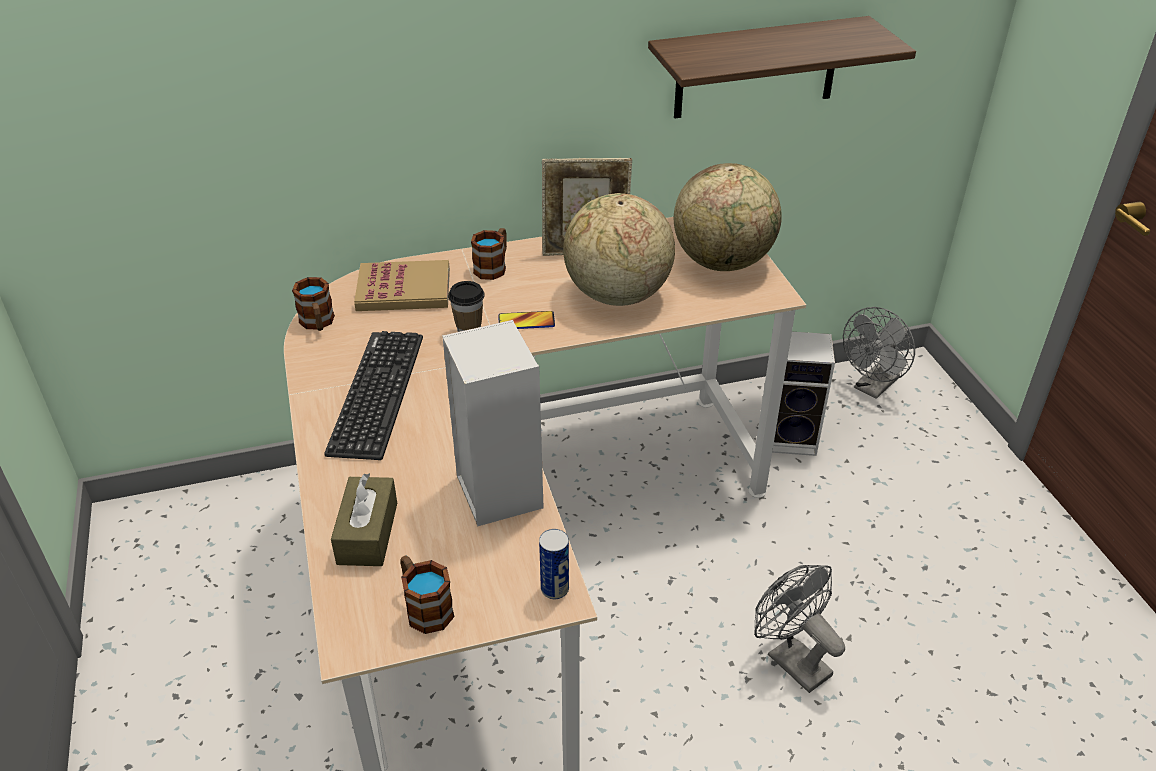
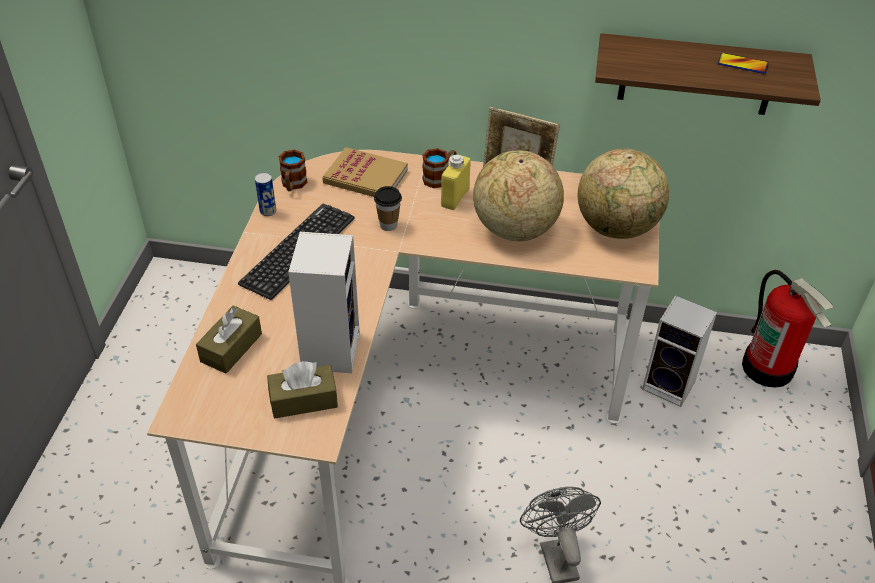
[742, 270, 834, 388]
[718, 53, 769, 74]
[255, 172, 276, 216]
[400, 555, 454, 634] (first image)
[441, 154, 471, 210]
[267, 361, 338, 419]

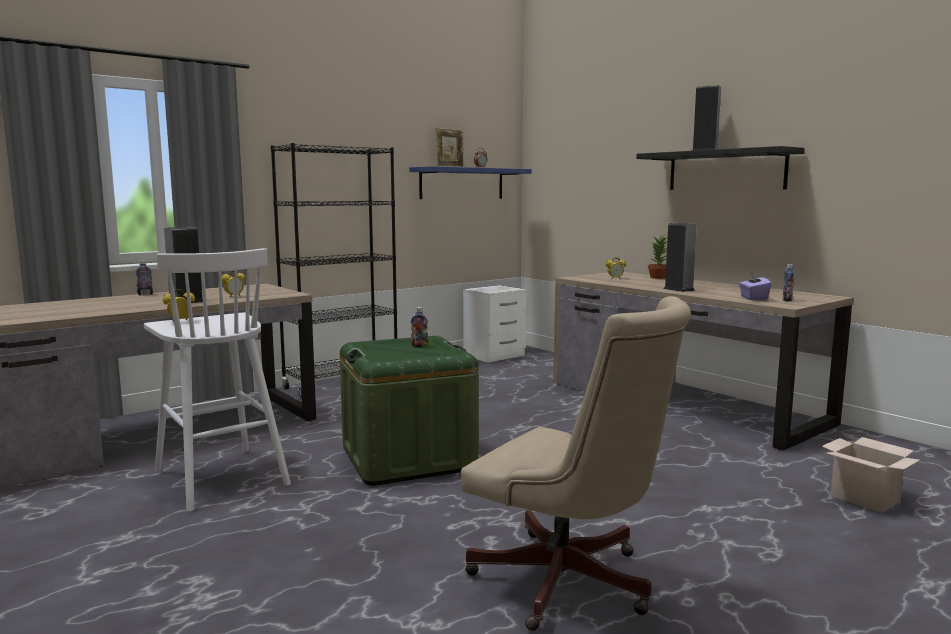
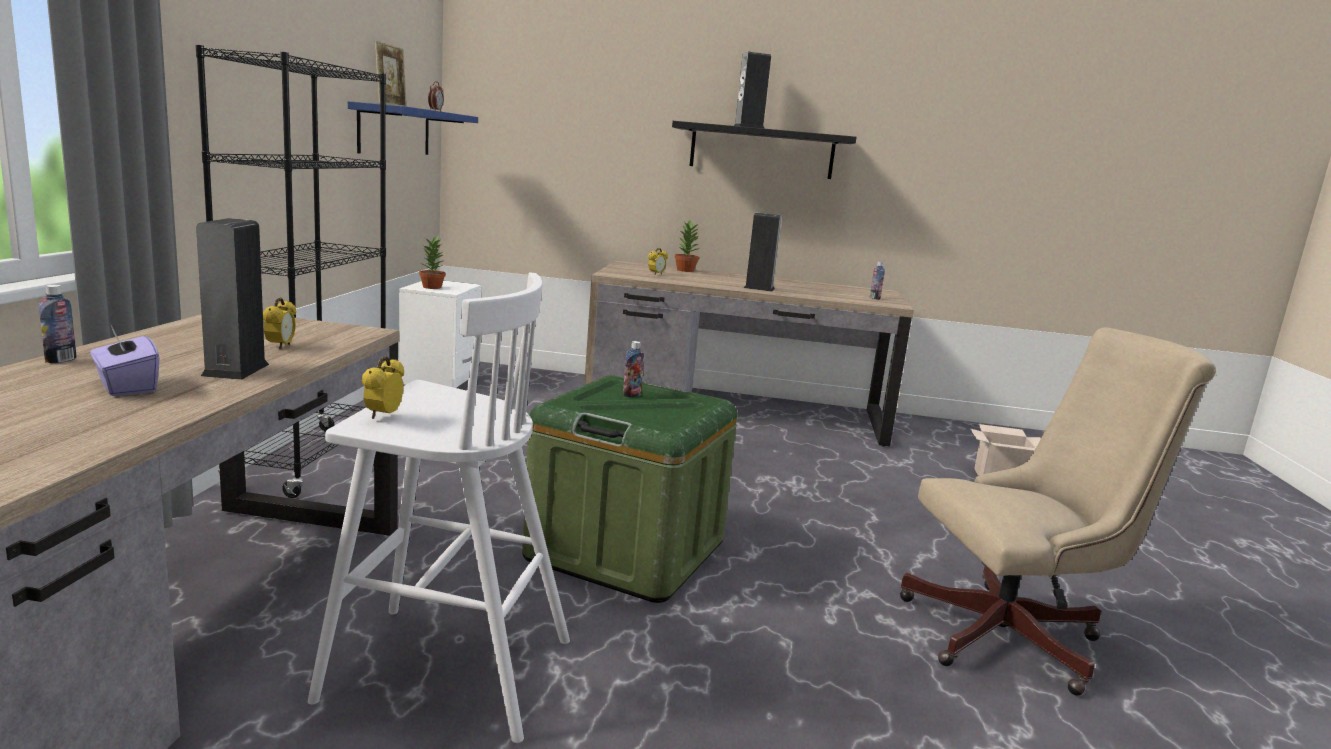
[90, 325, 159, 396]
[419, 235, 445, 289]

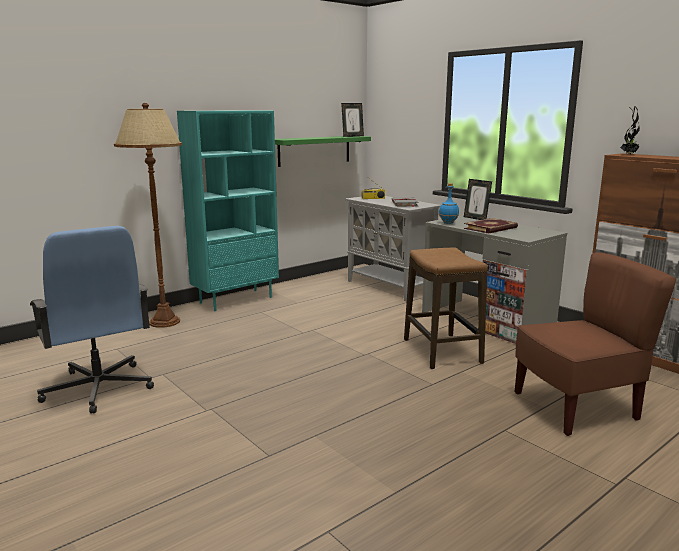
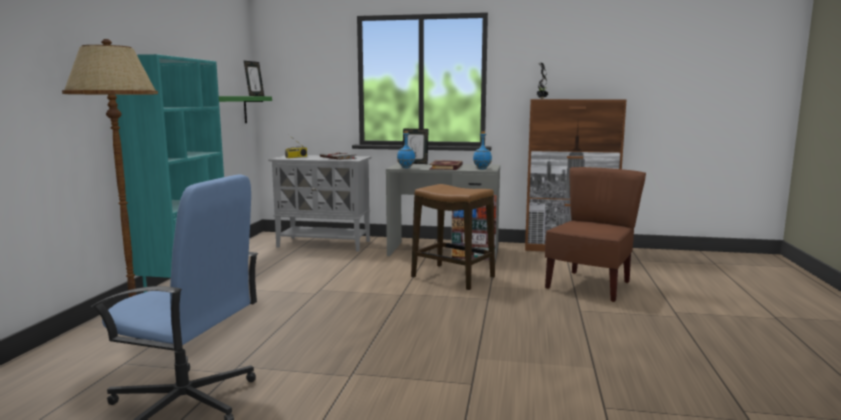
[473, 131, 492, 169]

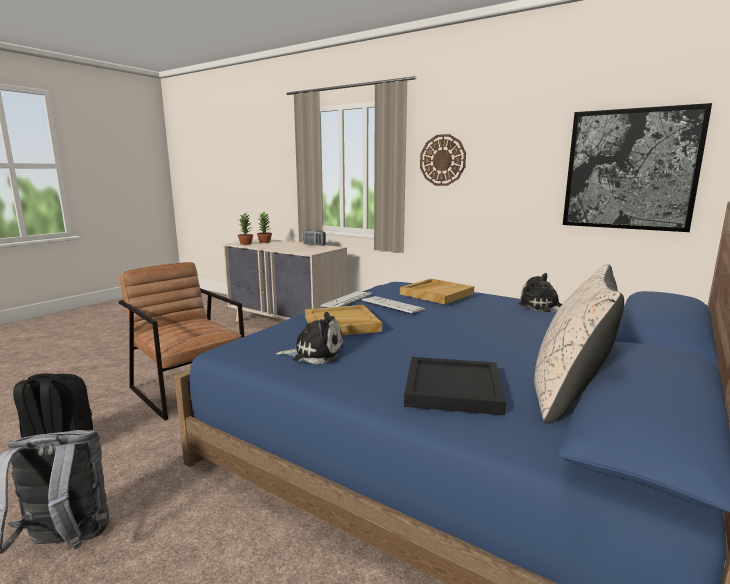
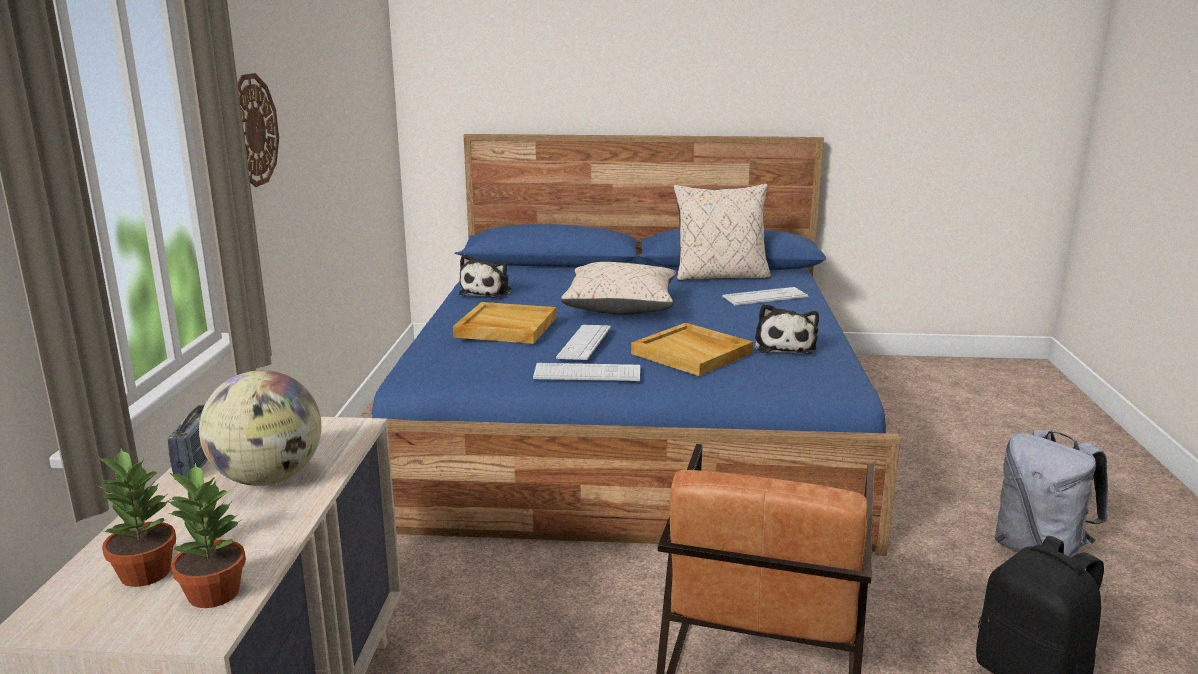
[563, 103, 712, 232] (first image)
[755, 304, 819, 354]
[722, 287, 809, 305]
[561, 262, 676, 315]
[199, 370, 321, 486]

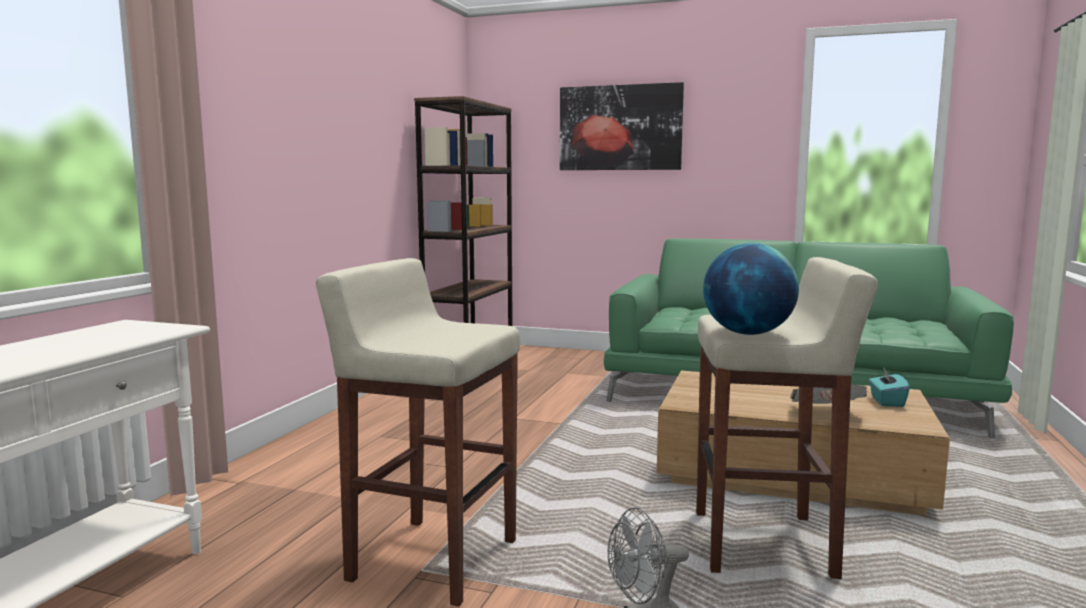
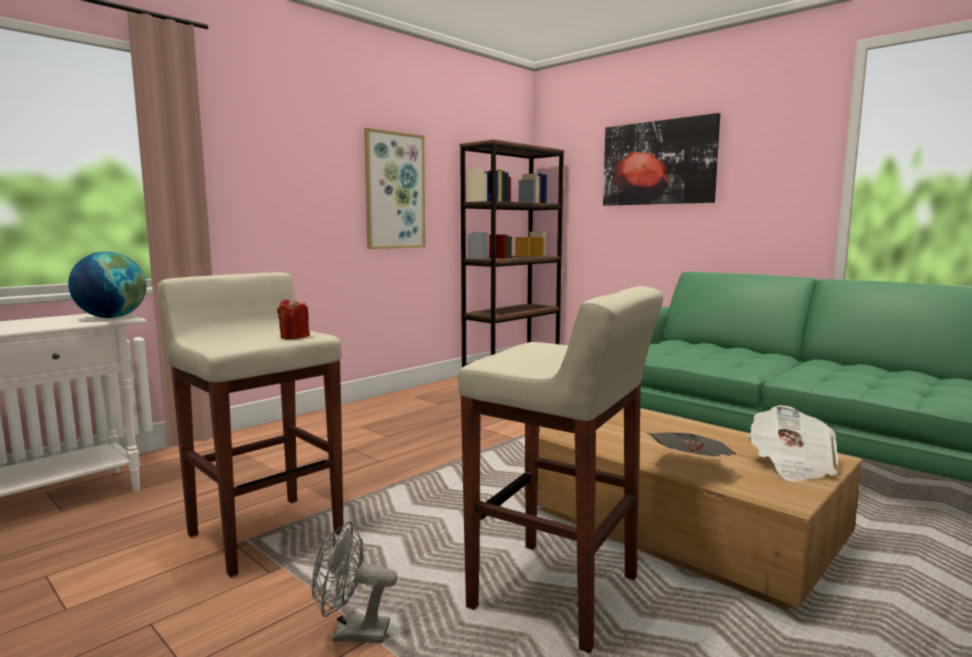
[68, 252, 147, 318]
[749, 405, 838, 482]
[364, 128, 425, 249]
[277, 297, 310, 339]

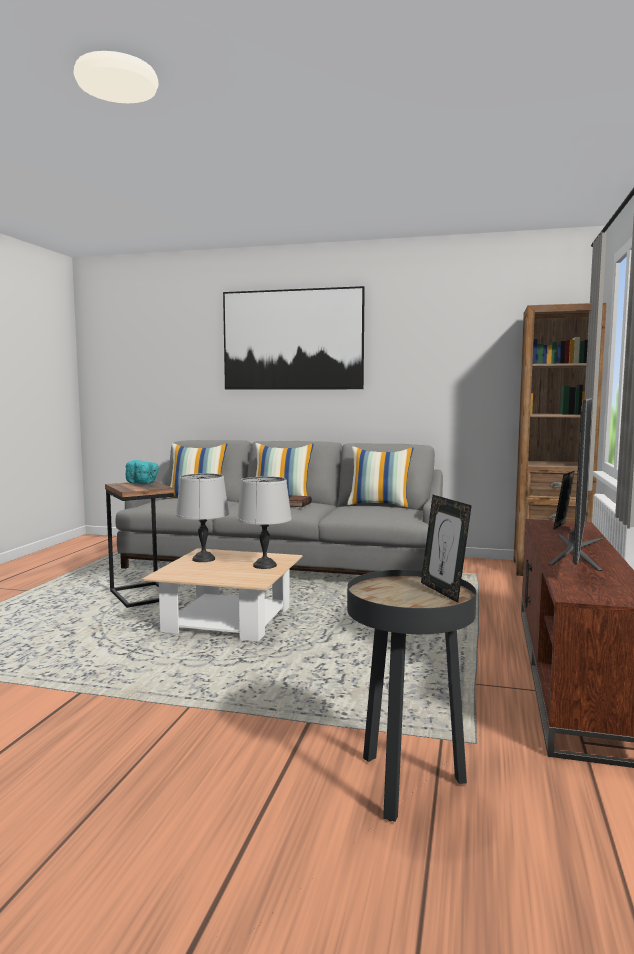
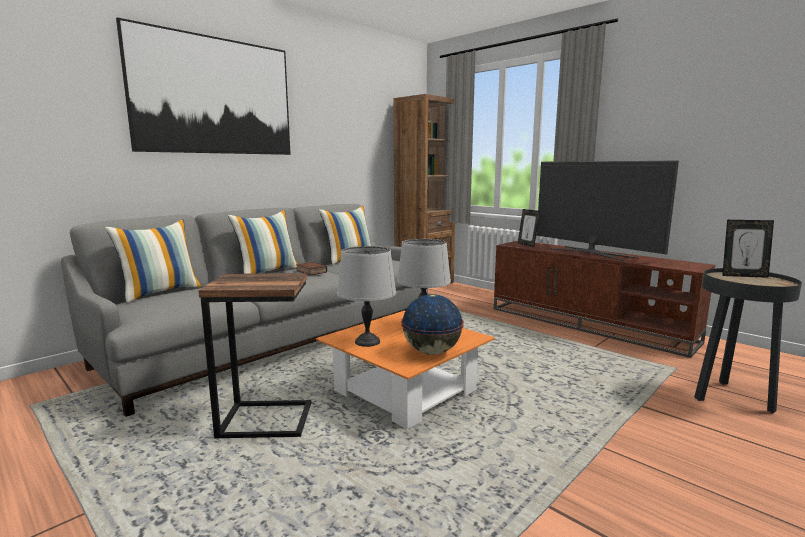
[125, 460, 159, 484] (first image)
[316, 311, 495, 429]
[401, 294, 464, 355]

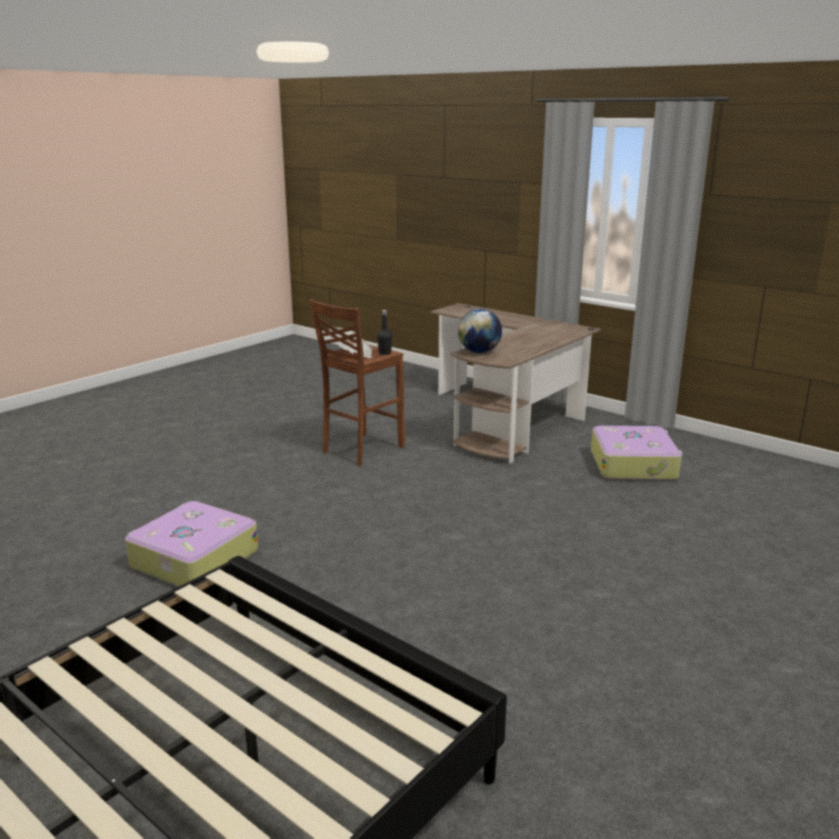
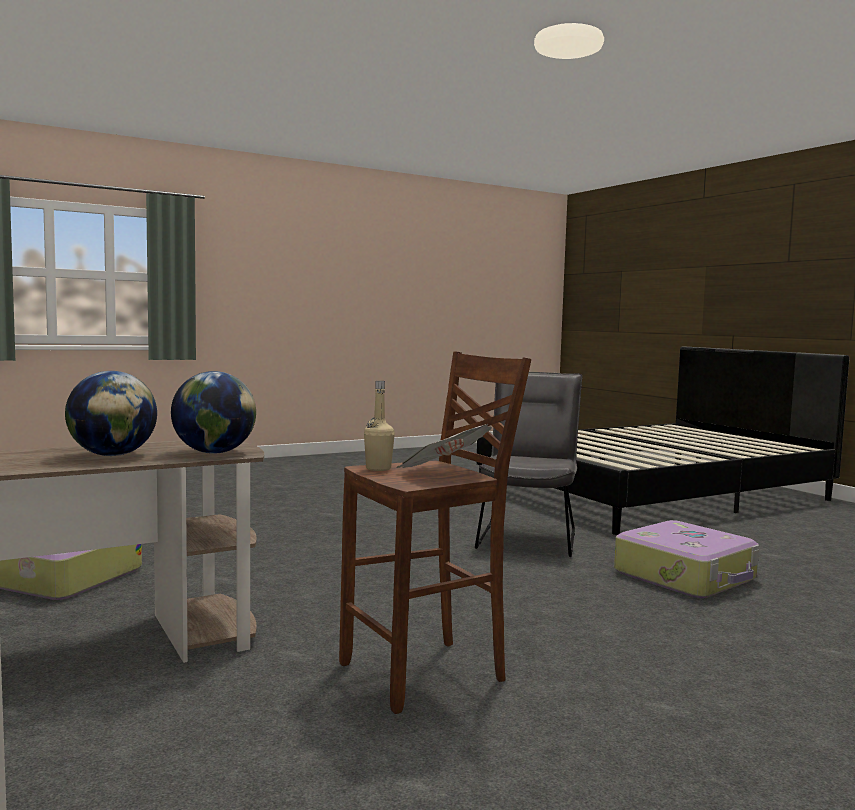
[364, 381, 395, 471]
[65, 371, 157, 456]
[475, 372, 583, 557]

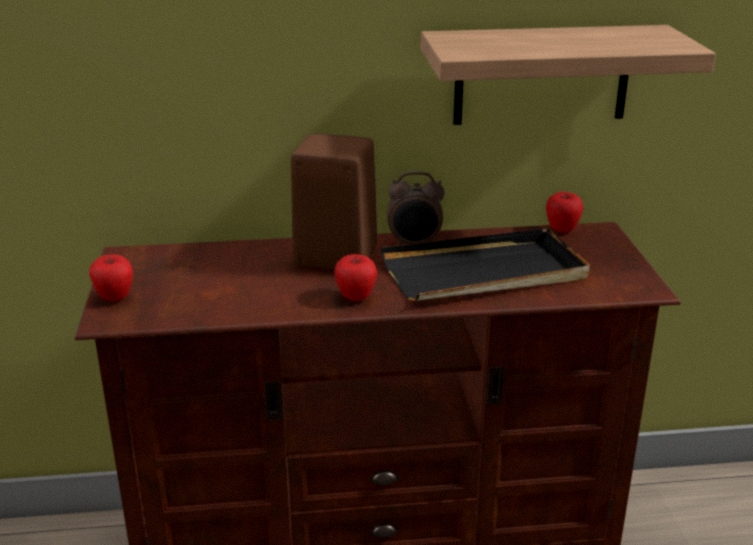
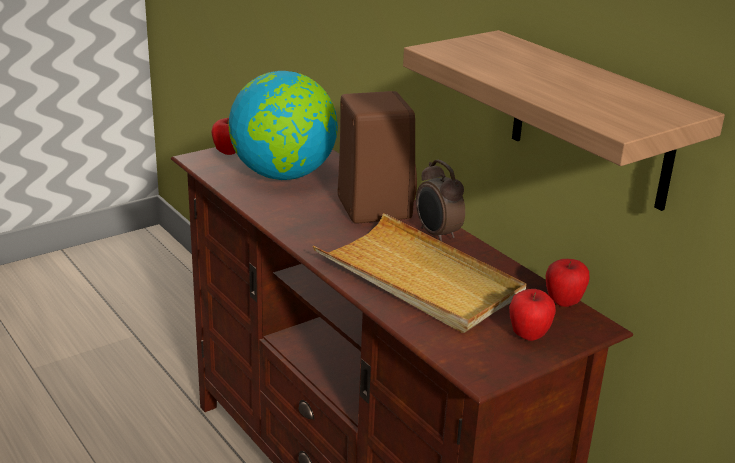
[313, 213, 526, 333]
[509, 289, 556, 341]
[228, 71, 338, 180]

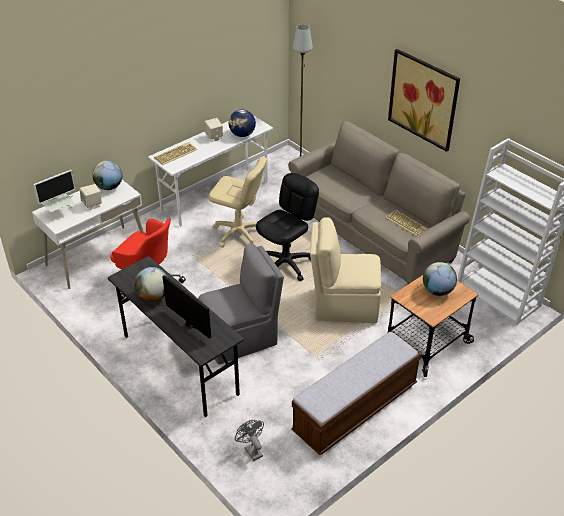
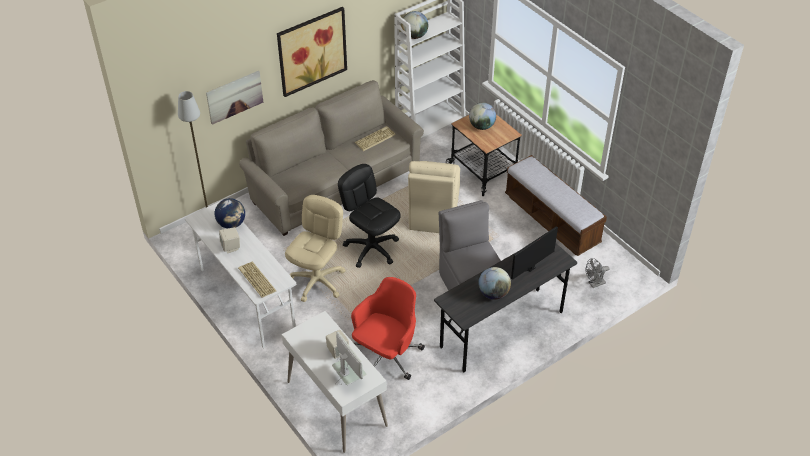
[401, 11, 428, 39]
[206, 71, 263, 125]

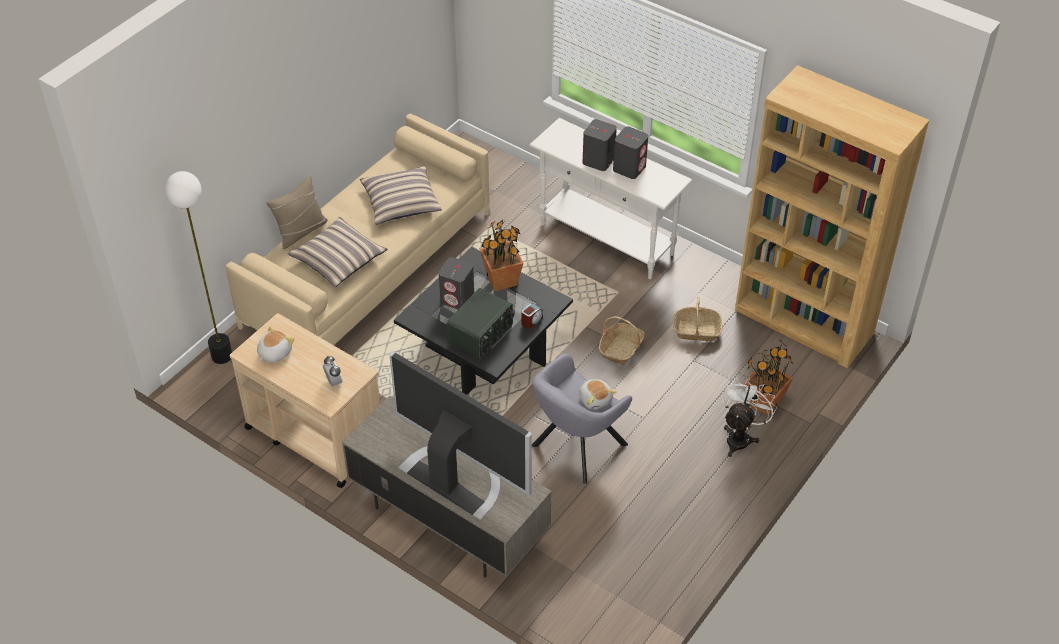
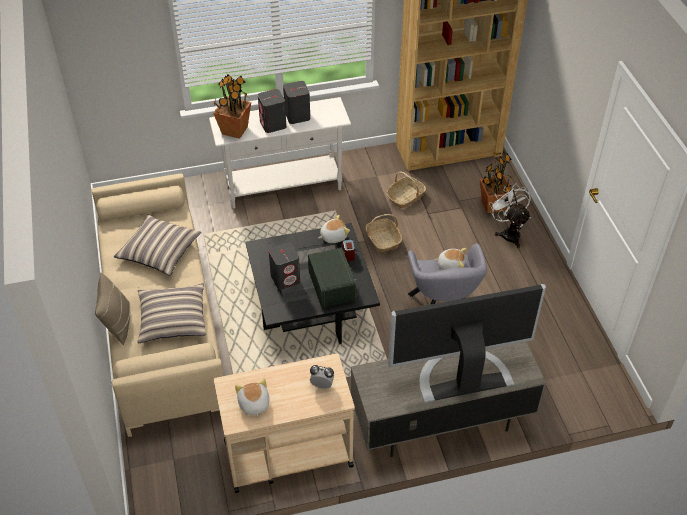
[165, 171, 232, 364] (first image)
[213, 74, 251, 139]
[319, 215, 350, 243]

